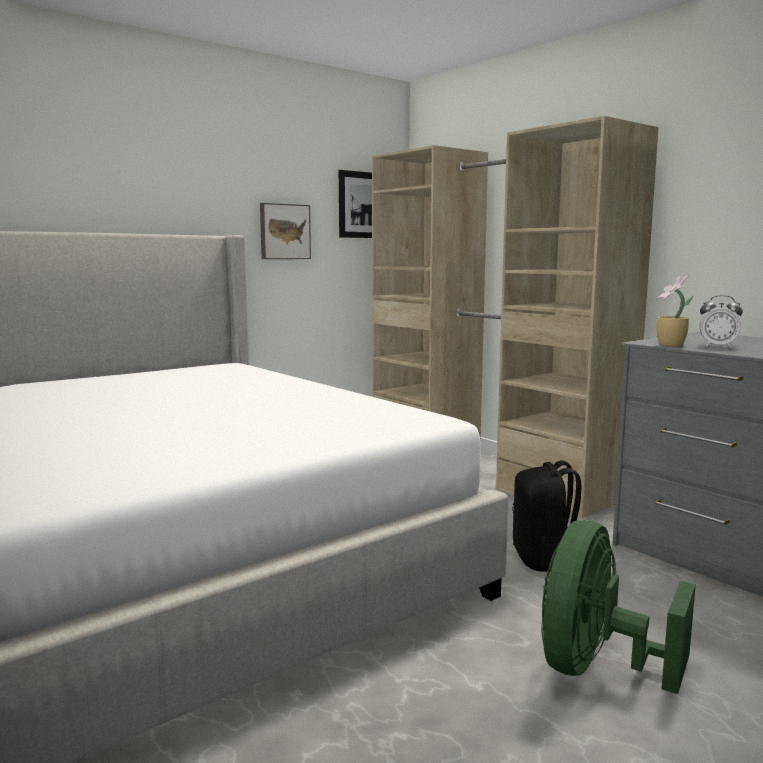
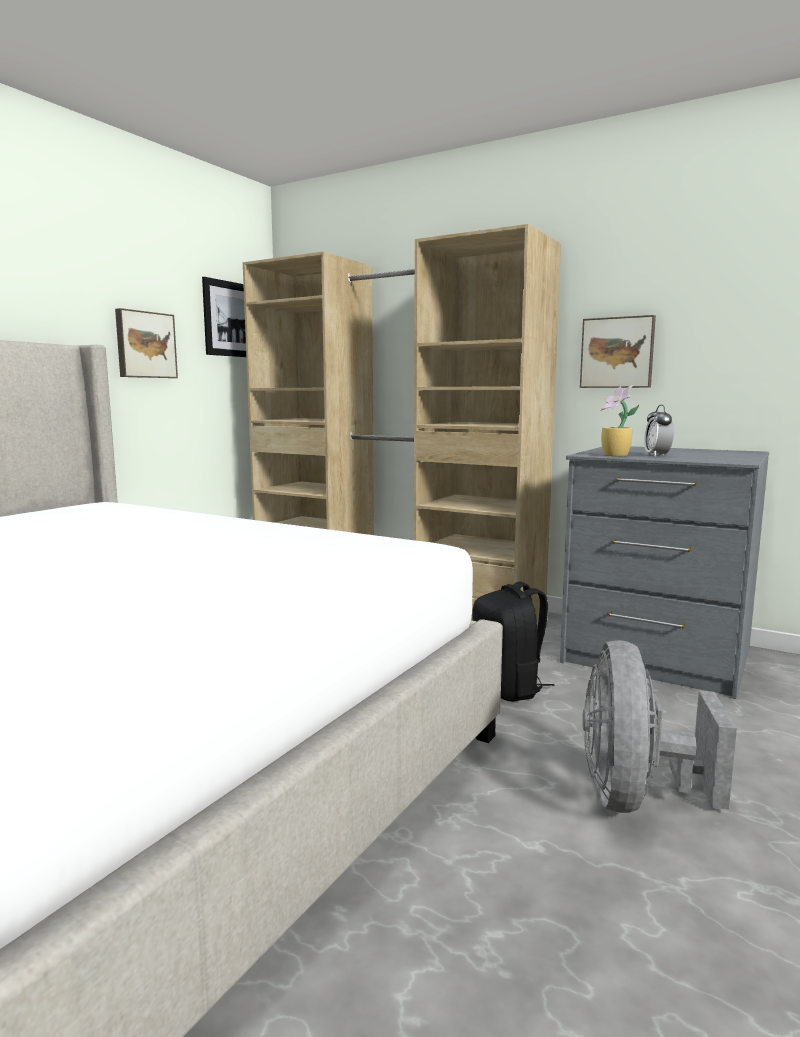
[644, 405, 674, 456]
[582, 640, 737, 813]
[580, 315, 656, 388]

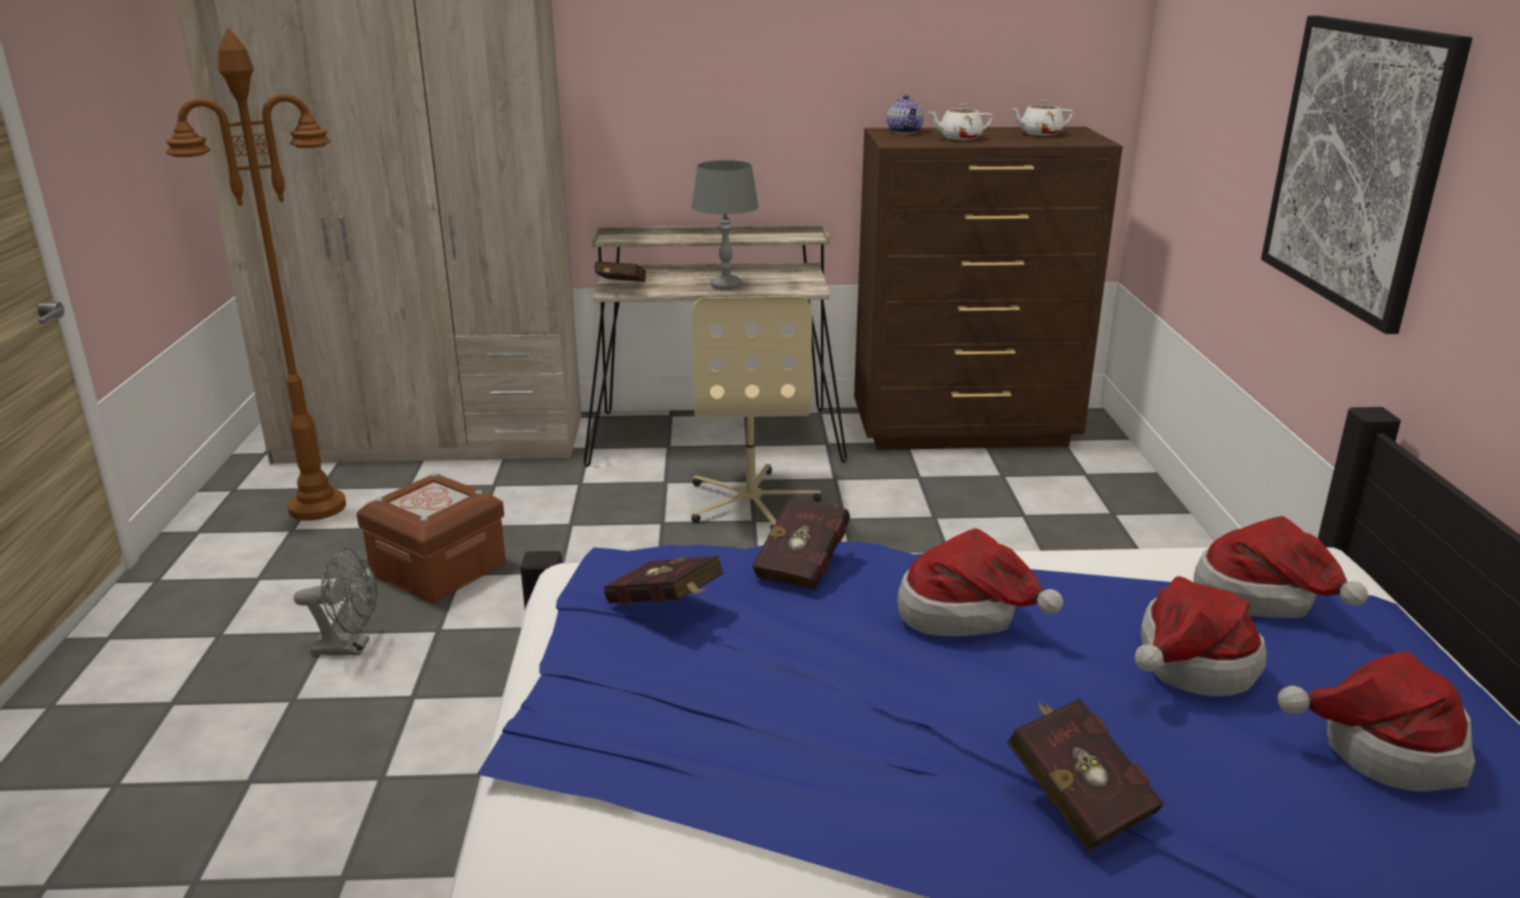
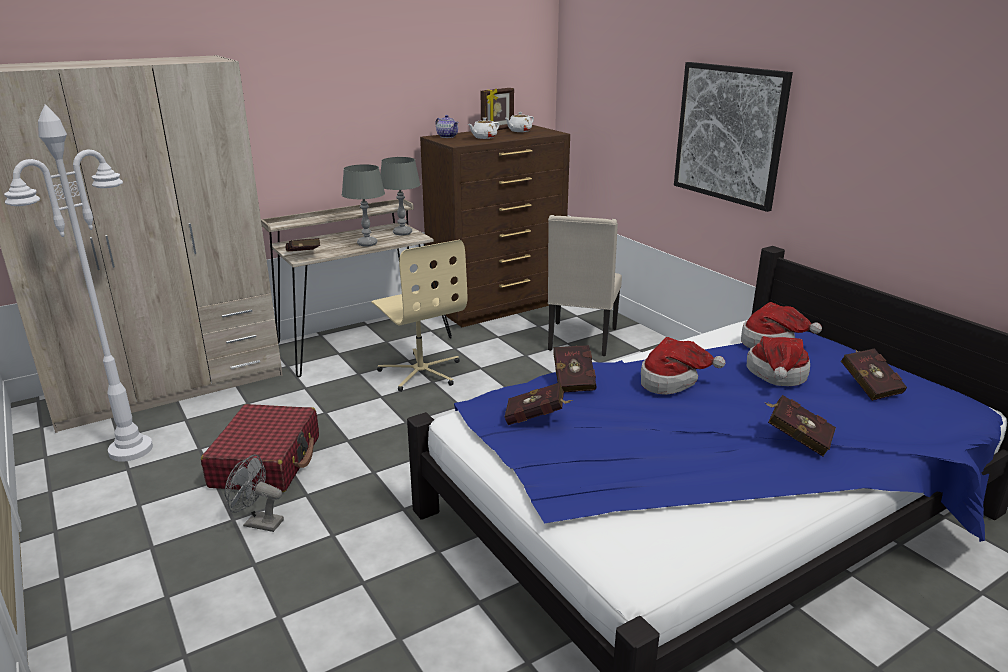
[4, 104, 153, 462]
[201, 404, 319, 493]
[225, 455, 284, 532]
[841, 349, 907, 401]
[481, 88, 514, 130]
[380, 157, 420, 235]
[548, 215, 622, 356]

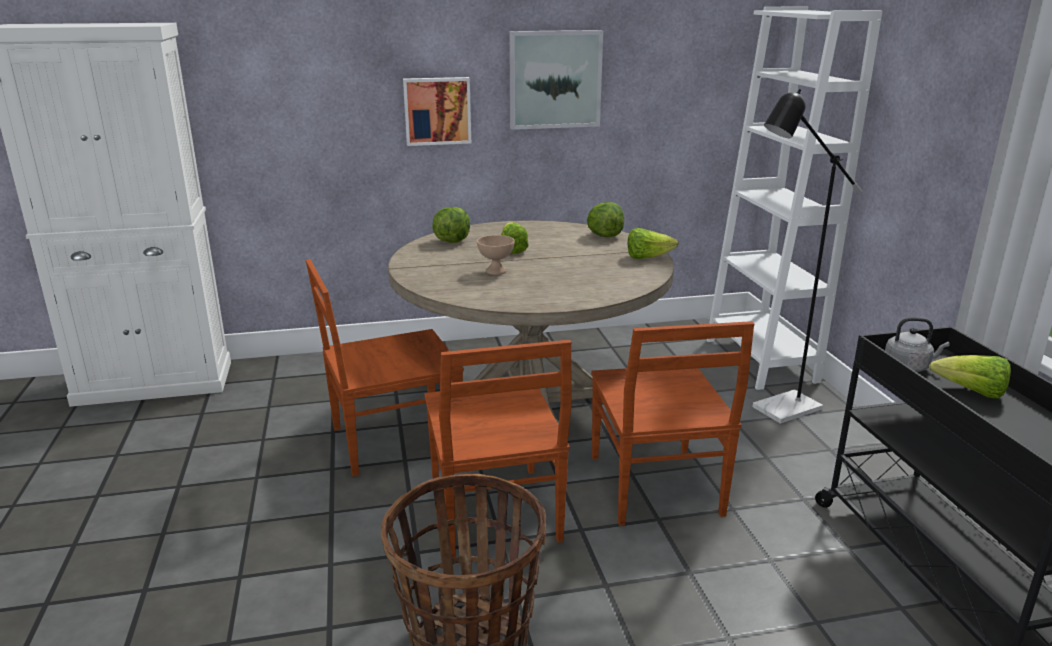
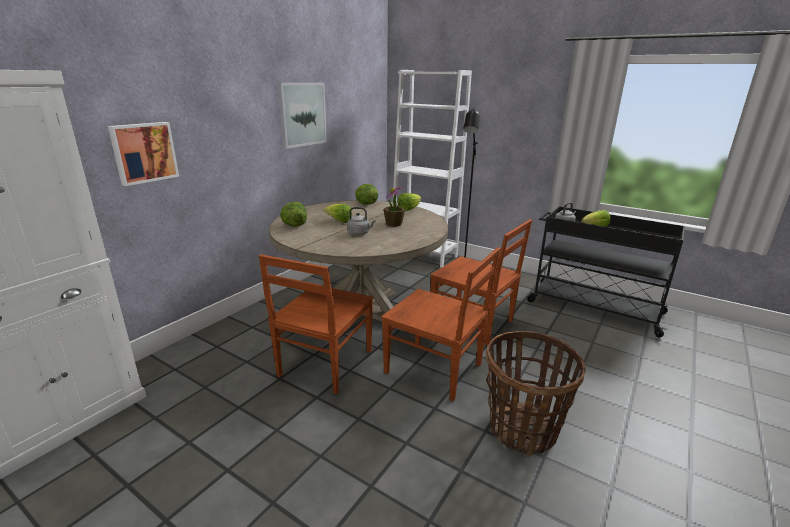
[108, 122, 179, 186]
[347, 207, 376, 235]
[383, 185, 405, 227]

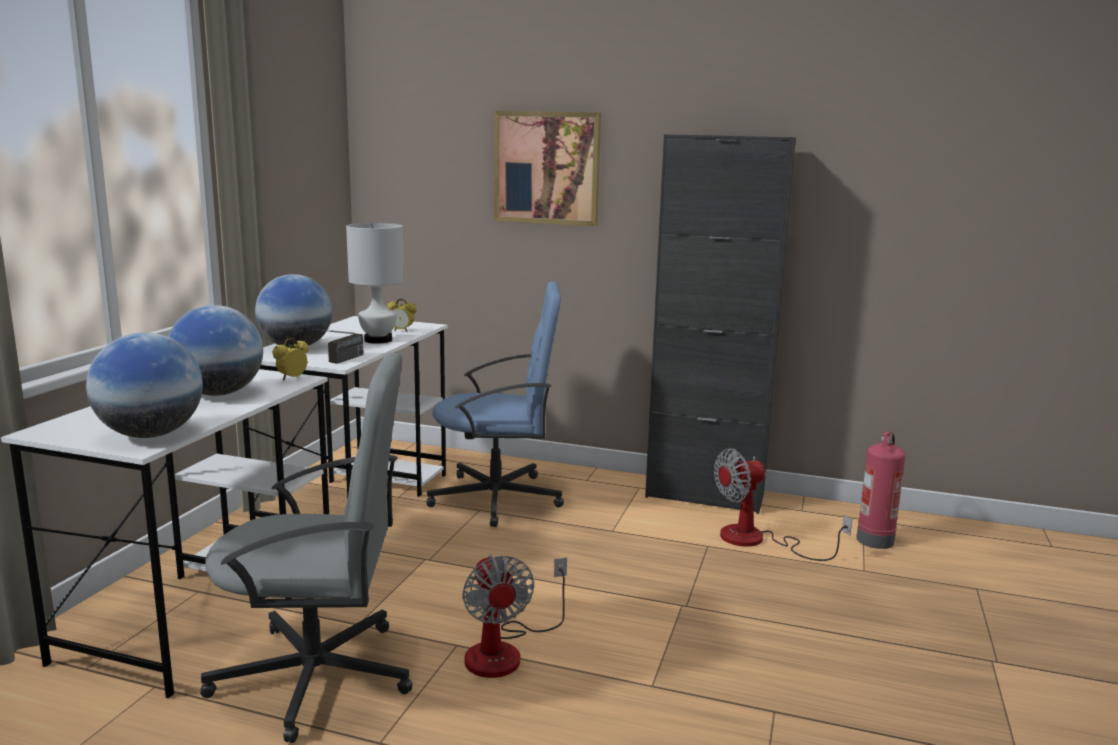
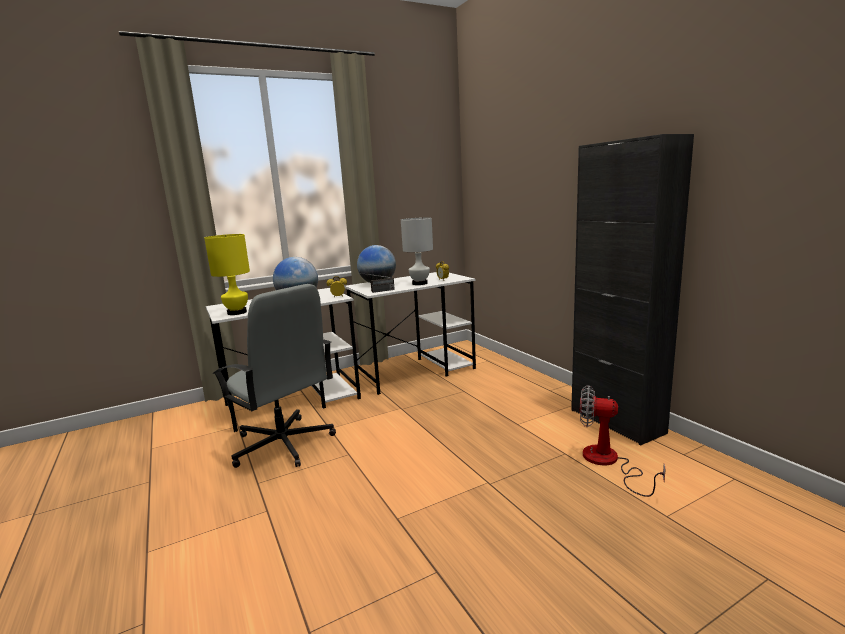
[494, 111, 601, 226] (first image)
[426, 281, 564, 527] (first image)
[204, 234, 250, 315]
[856, 431, 906, 549] (first image)
[462, 554, 567, 678] (first image)

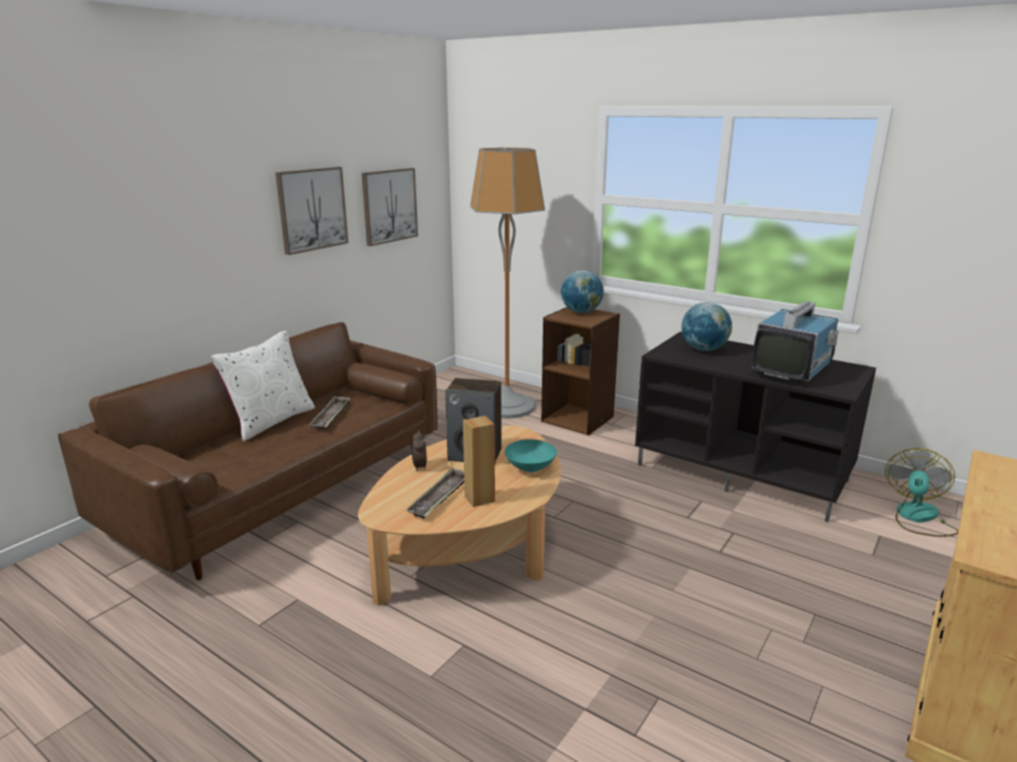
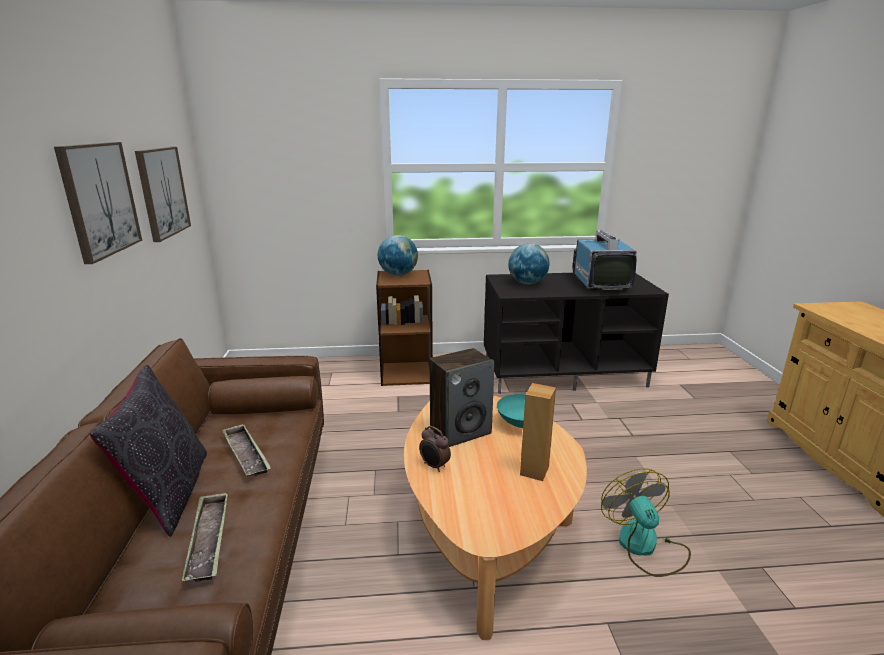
[470, 147, 545, 419] (first image)
[90, 365, 207, 537]
[601, 468, 691, 577]
[182, 492, 228, 582]

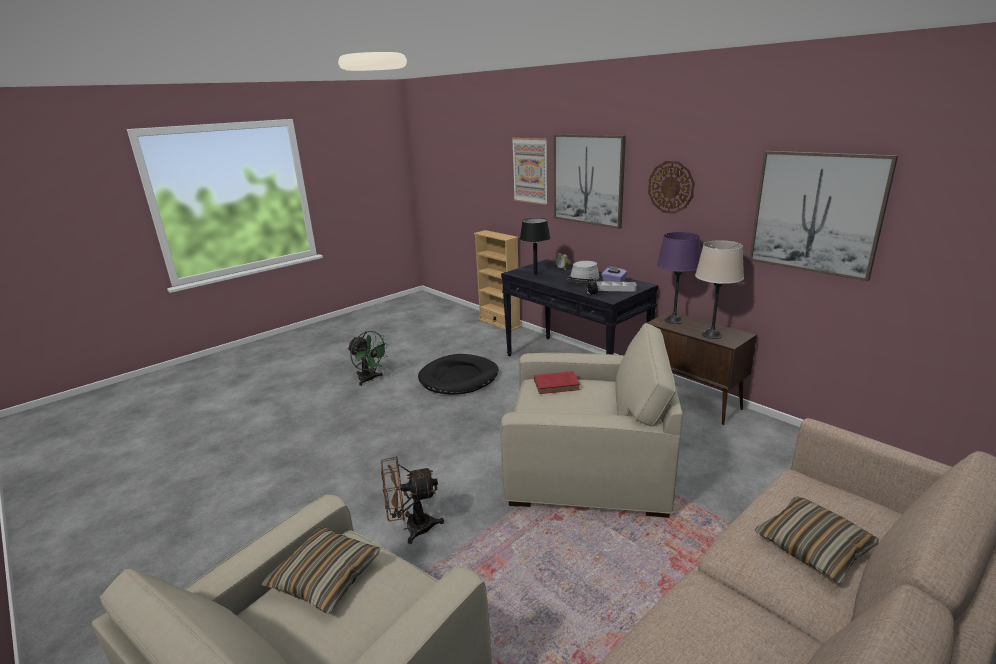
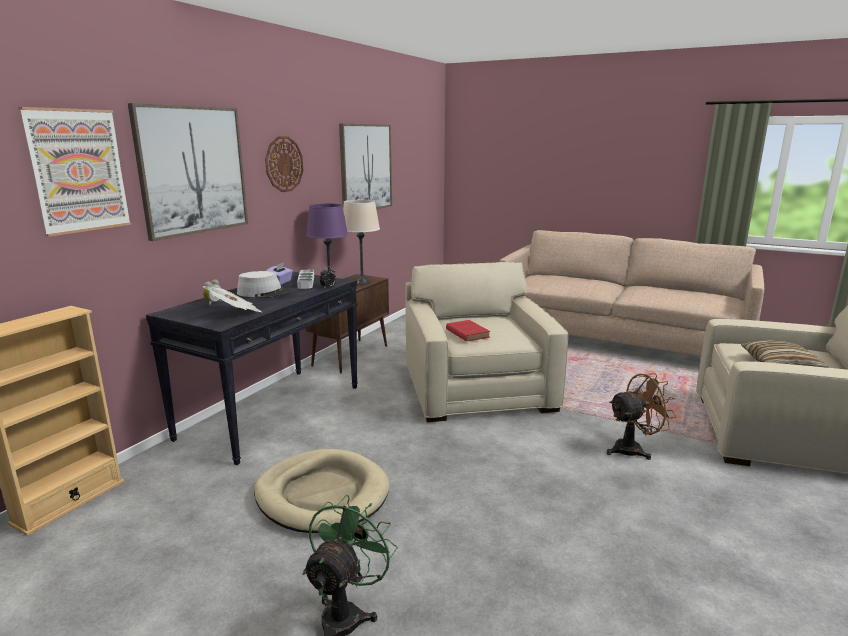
[203, 286, 262, 312]
[254, 449, 390, 533]
[607, 373, 677, 460]
[755, 497, 879, 583] (first image)

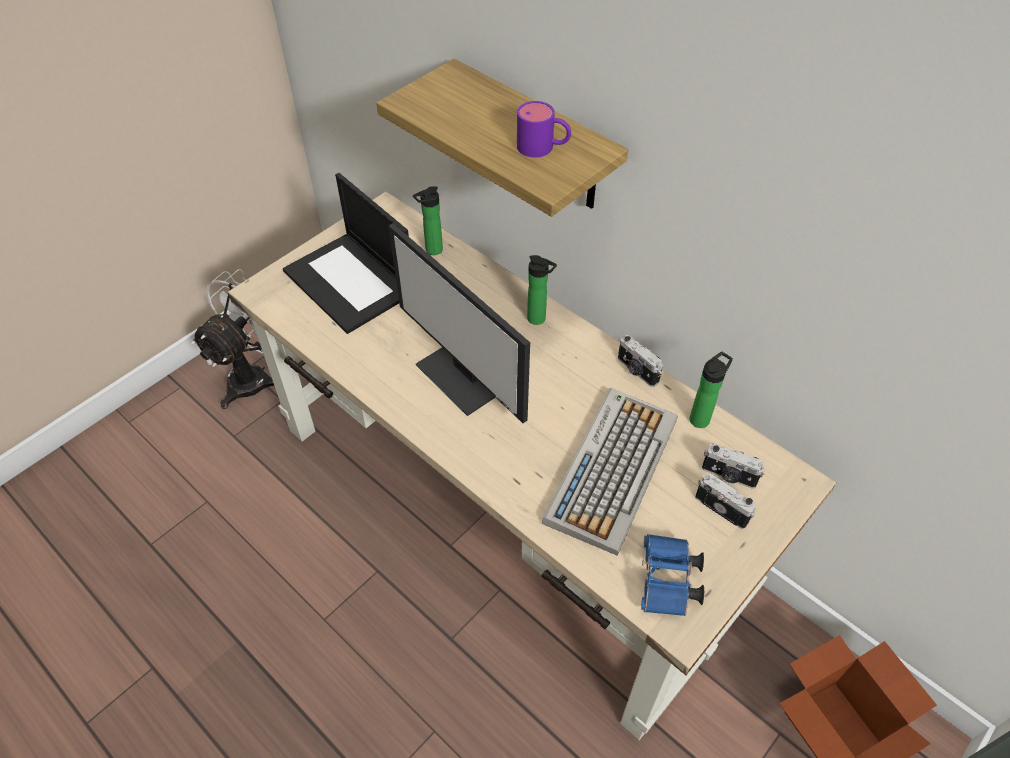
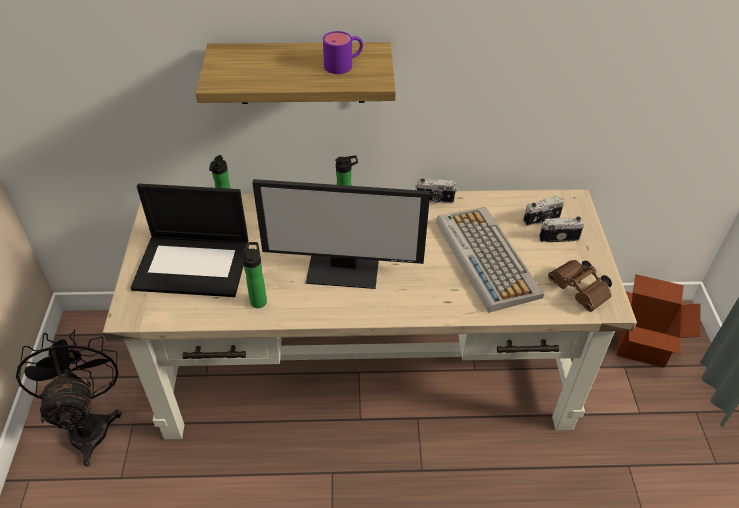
[16, 329, 122, 467]
[242, 242, 267, 308]
[548, 260, 612, 312]

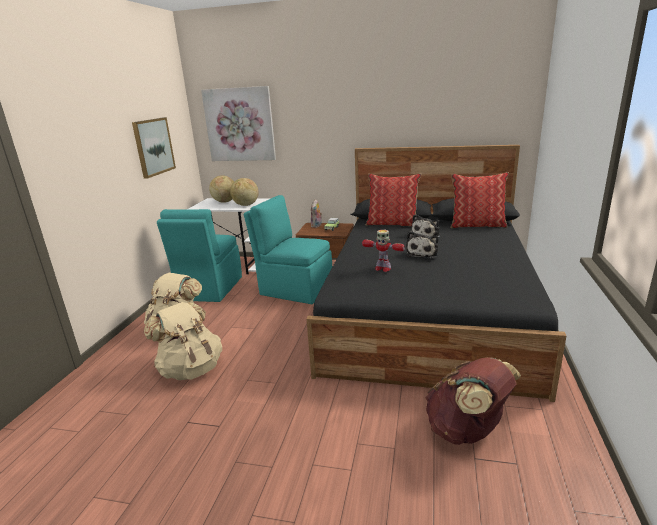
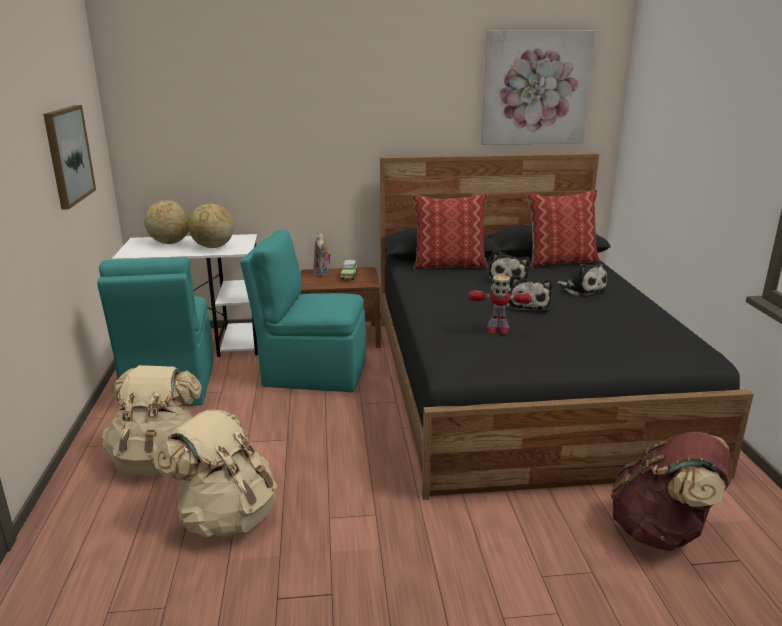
[481, 30, 596, 145]
[557, 261, 607, 297]

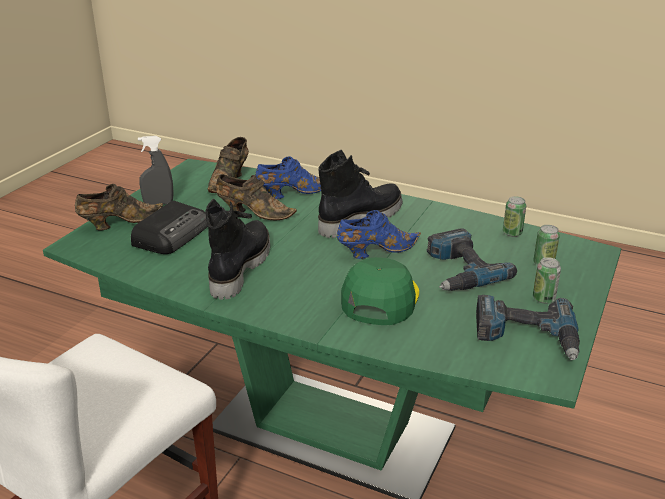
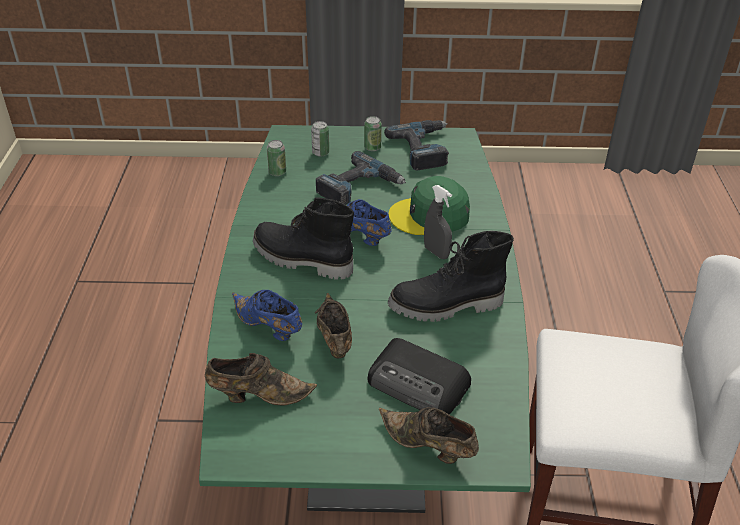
[424, 185, 452, 259]
[368, 338, 471, 414]

